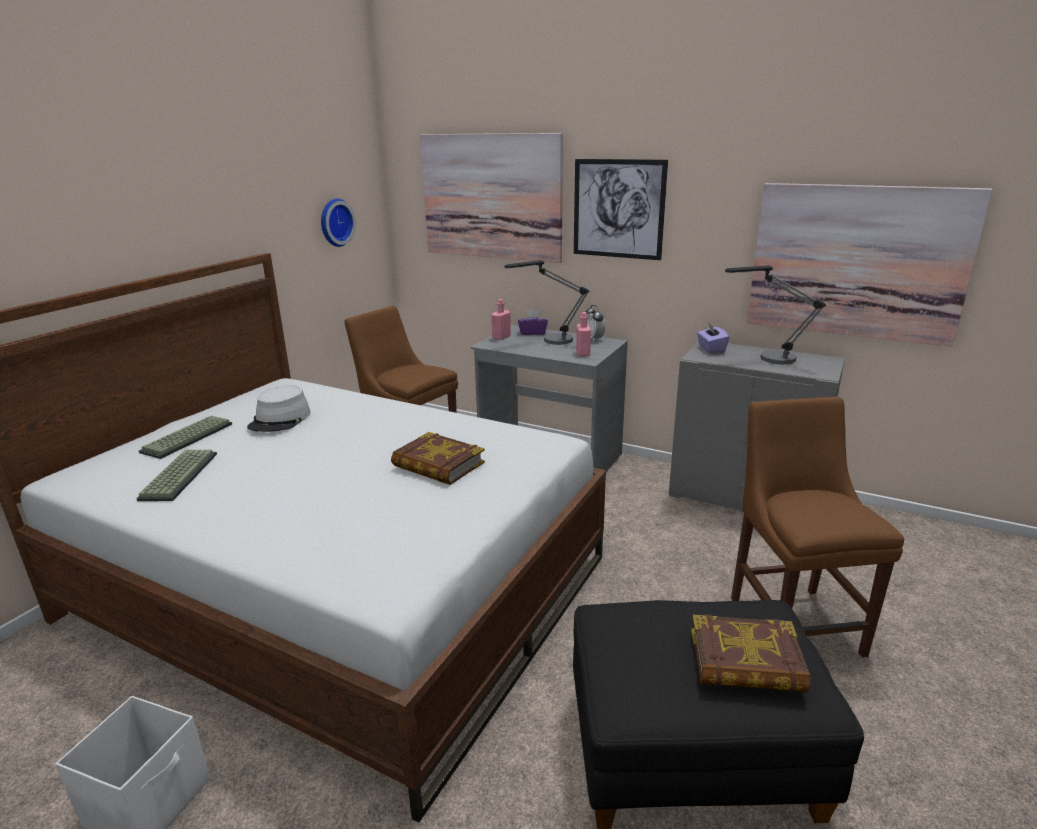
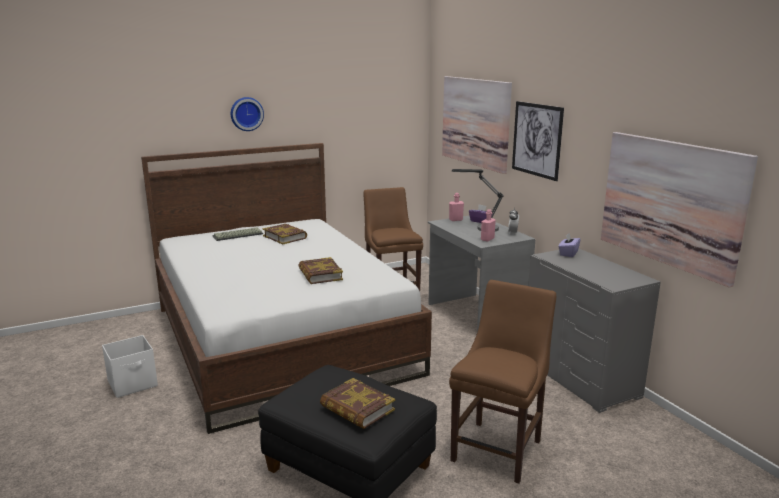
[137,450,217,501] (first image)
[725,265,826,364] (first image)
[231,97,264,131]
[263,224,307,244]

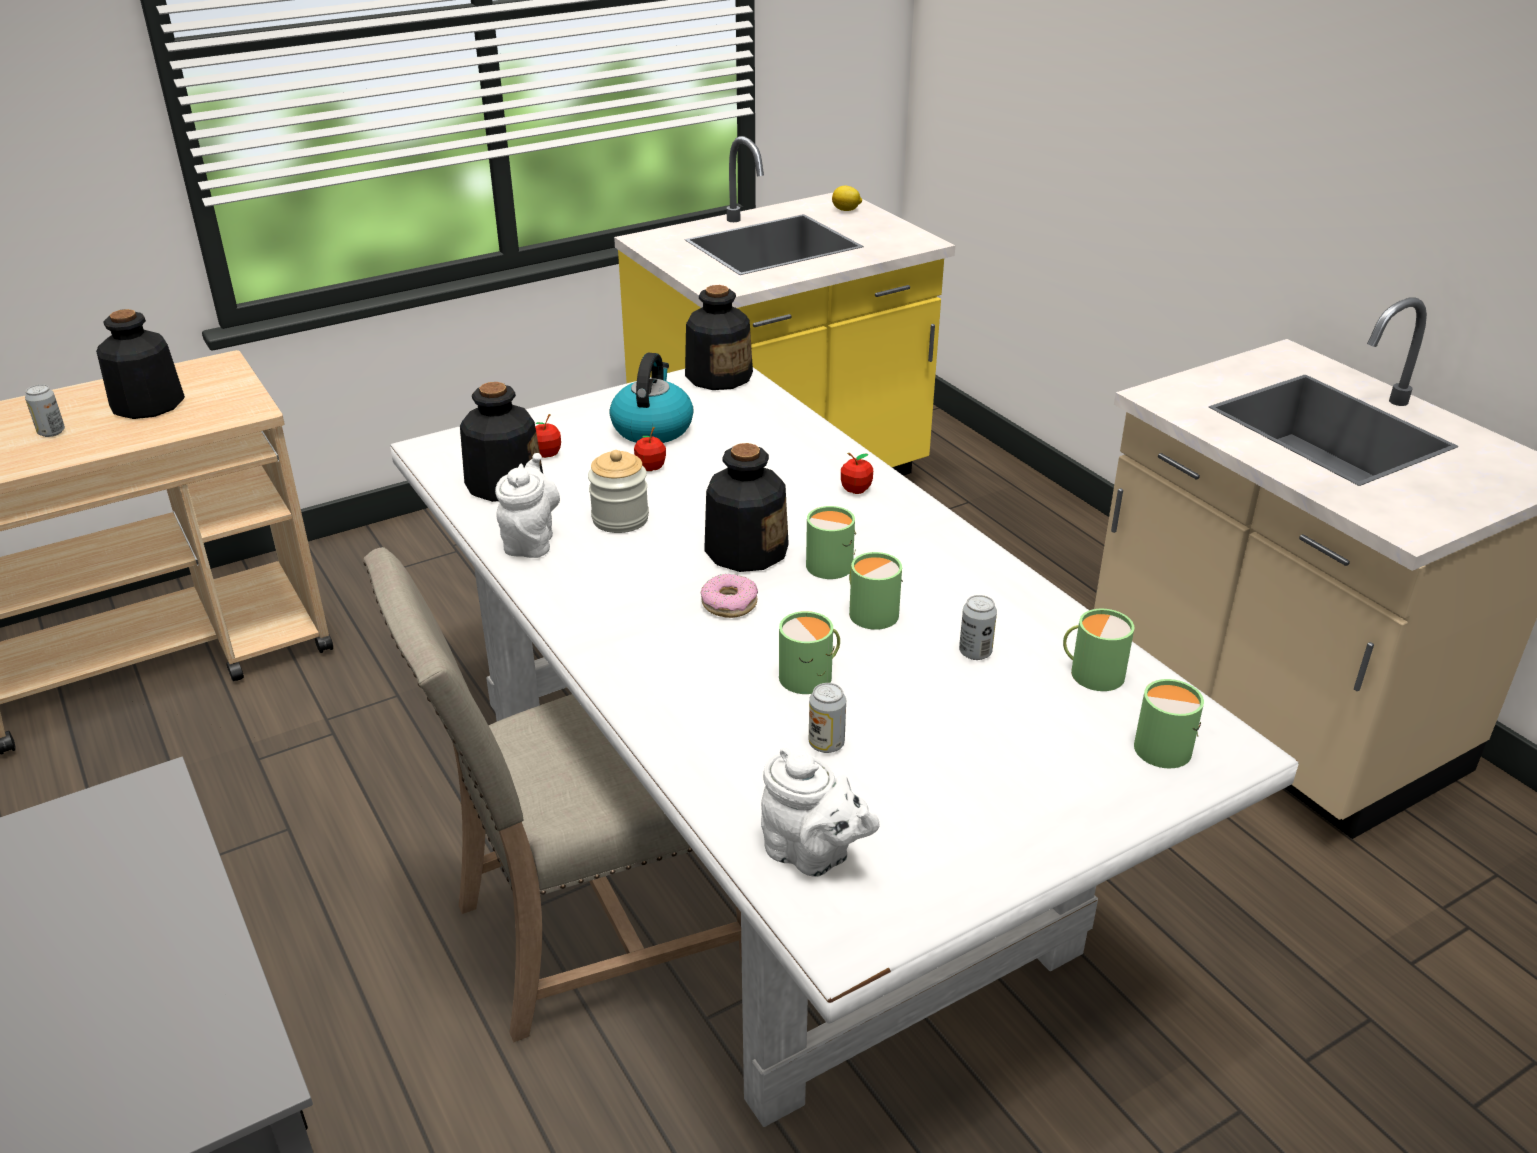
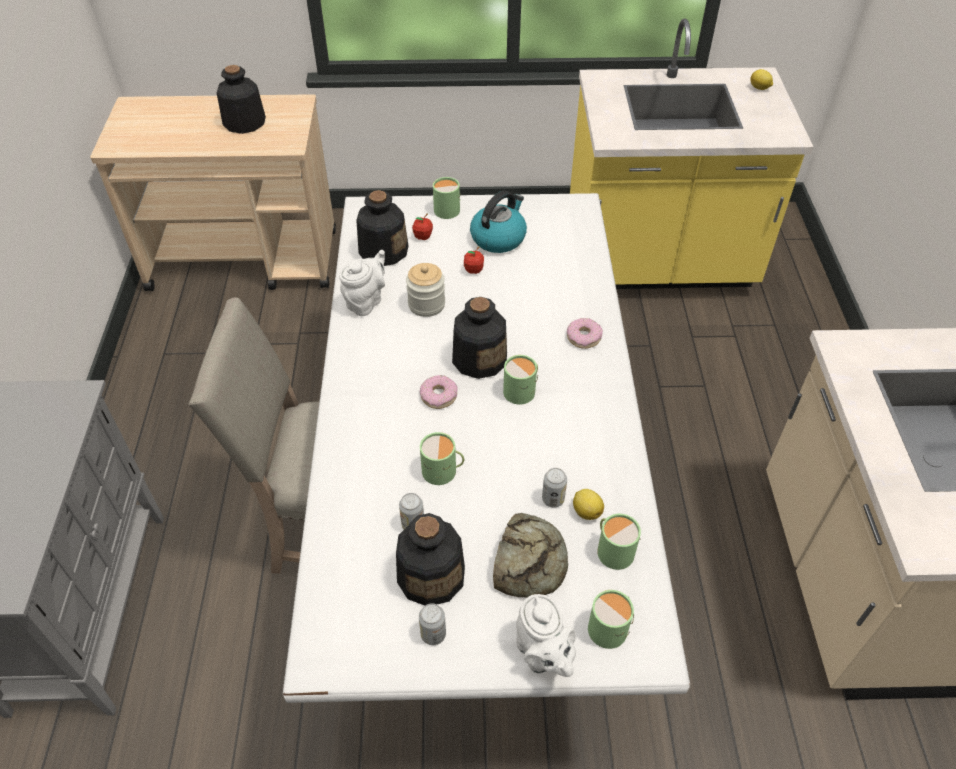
[493,513,568,597]
[573,489,604,520]
[419,603,446,645]
[396,513,465,606]
[516,594,576,677]
[433,177,461,219]
[567,318,603,349]

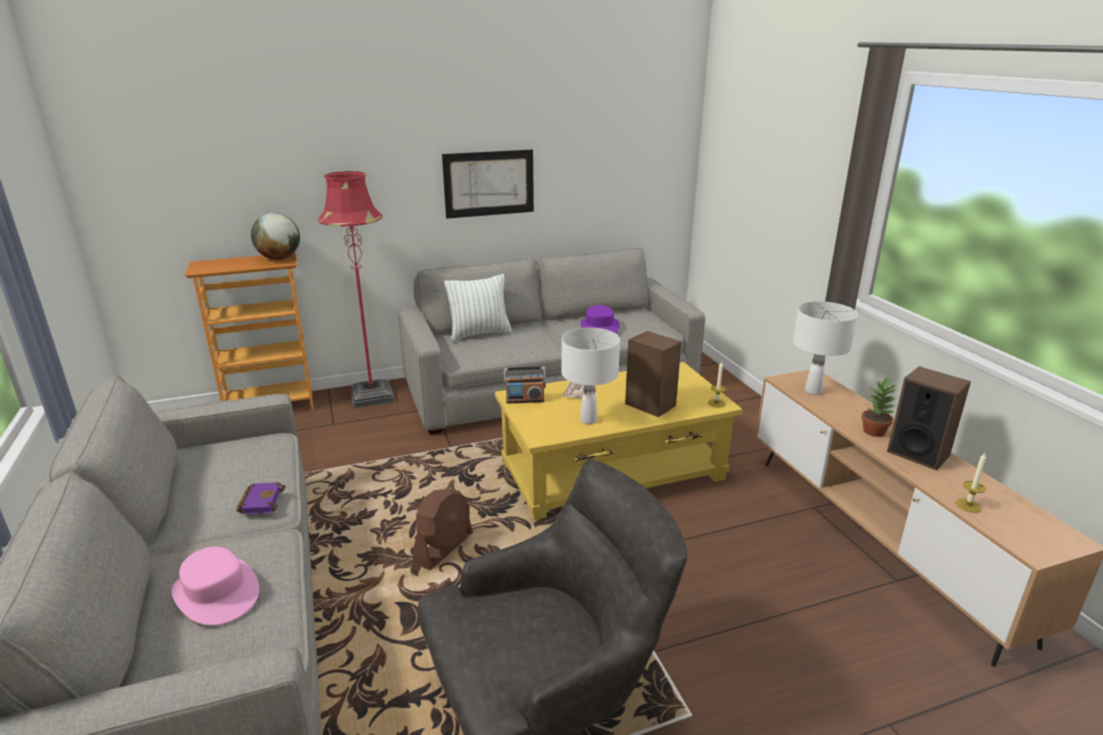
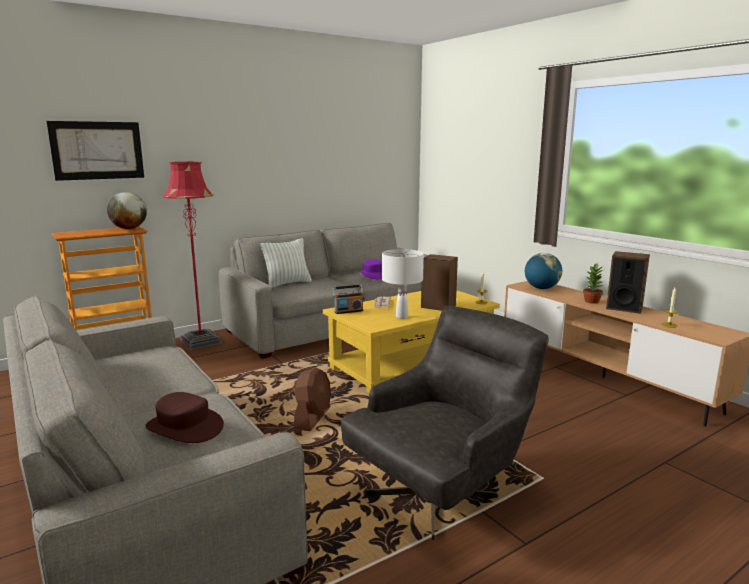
[236,482,286,514] (first image)
[47,121,144,181]
[525,253,562,289]
[145,392,224,443]

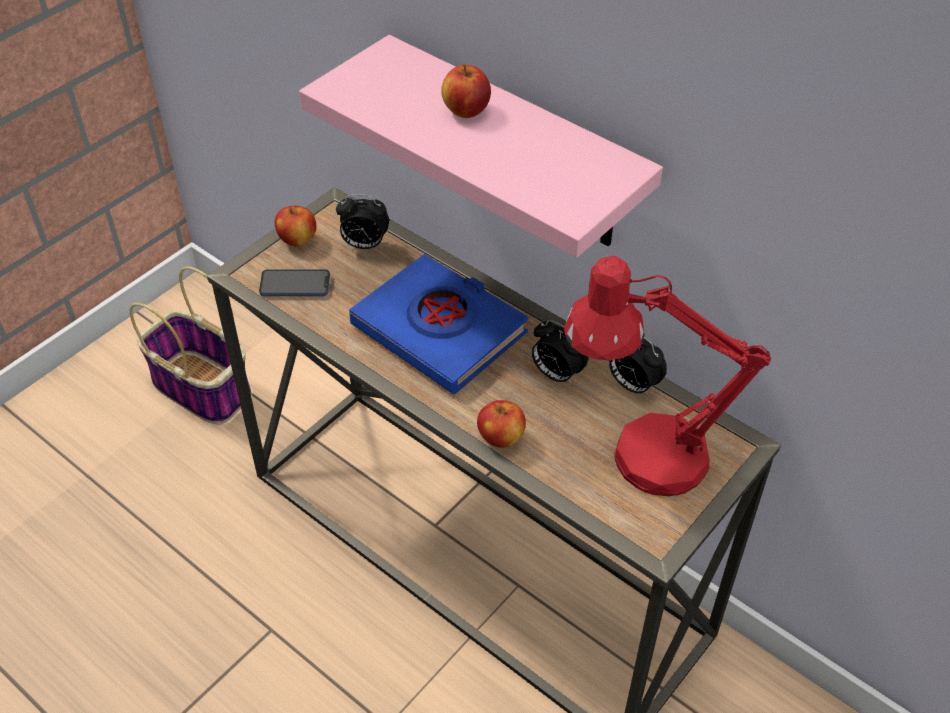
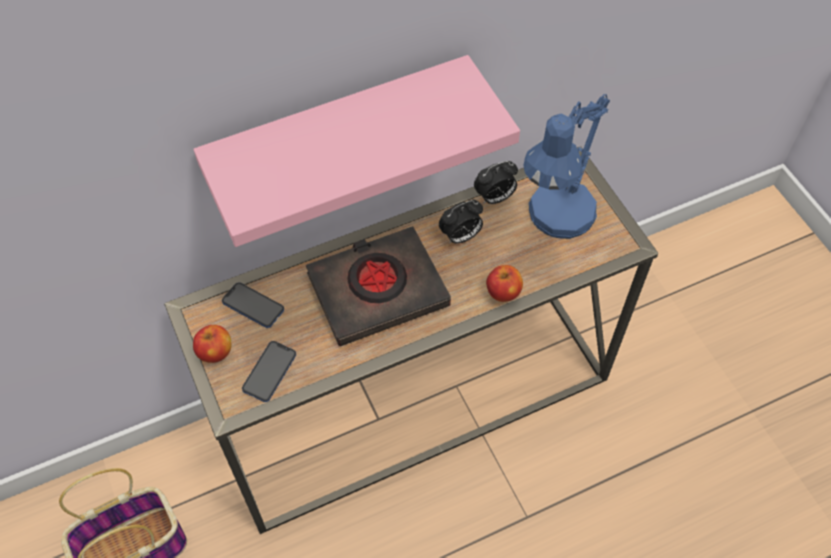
[441,63,491,118] (first image)
[222,282,284,328]
[306,226,451,346]
[523,94,610,239]

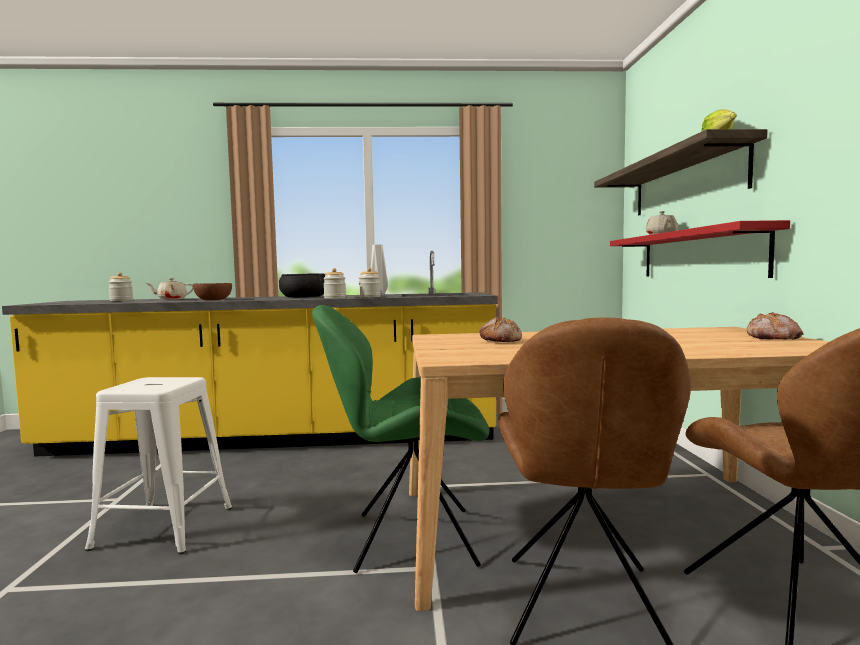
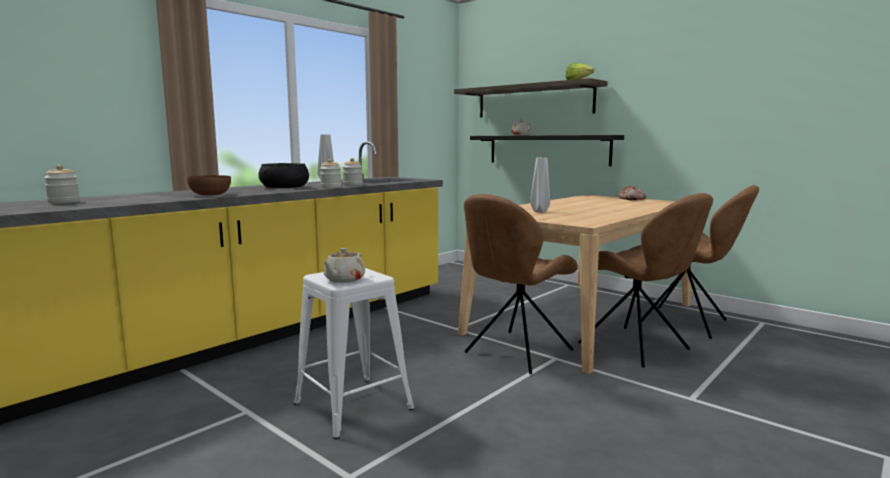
[323,248,365,283]
[530,157,550,213]
[464,194,578,374]
[470,135,624,166]

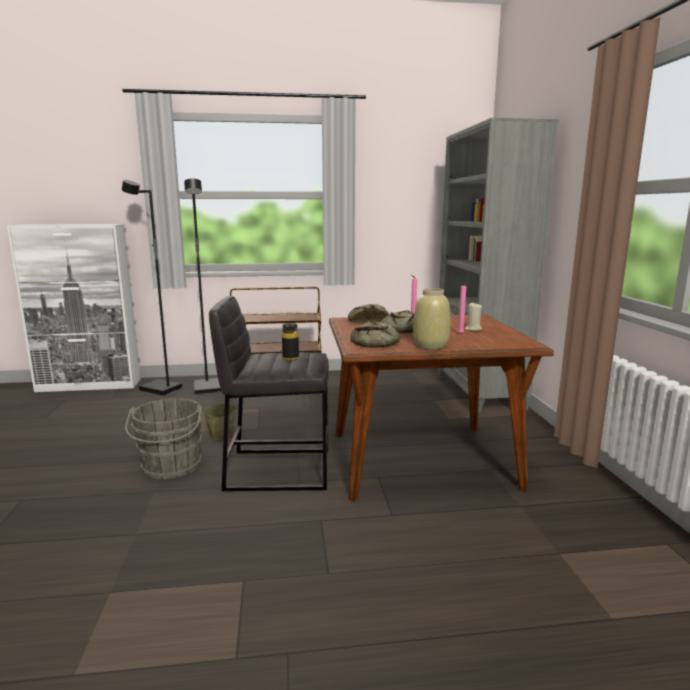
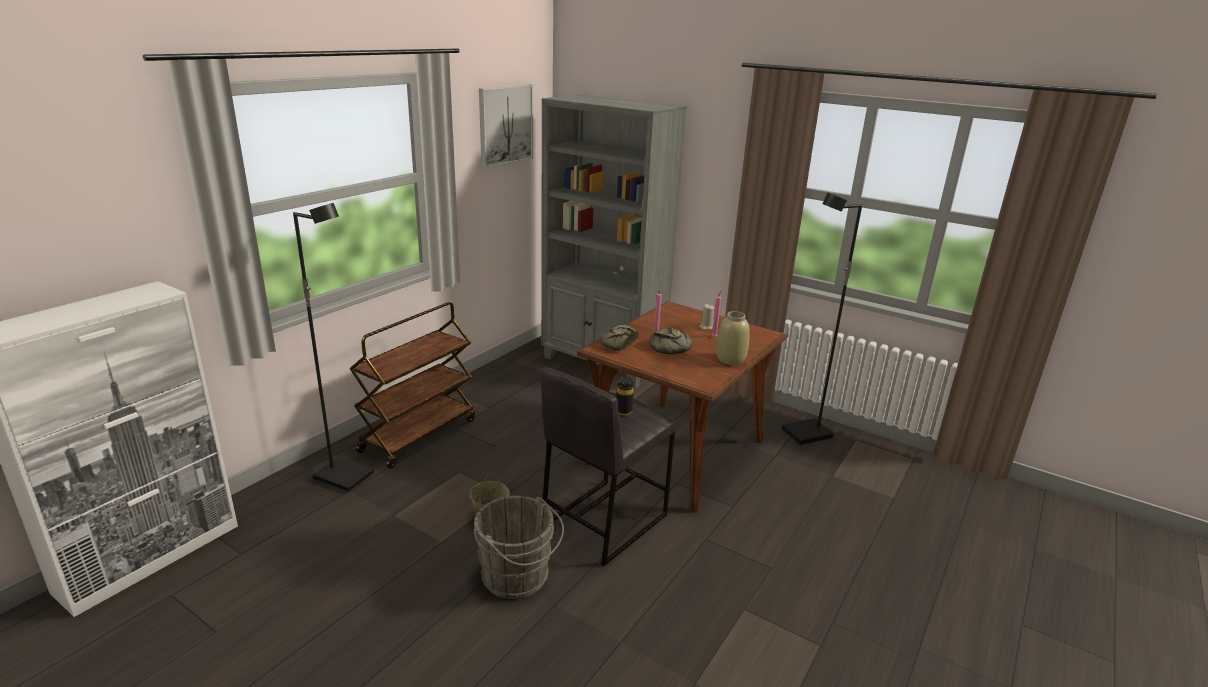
[351,321,400,348] (first image)
[479,84,533,168]
[782,193,862,445]

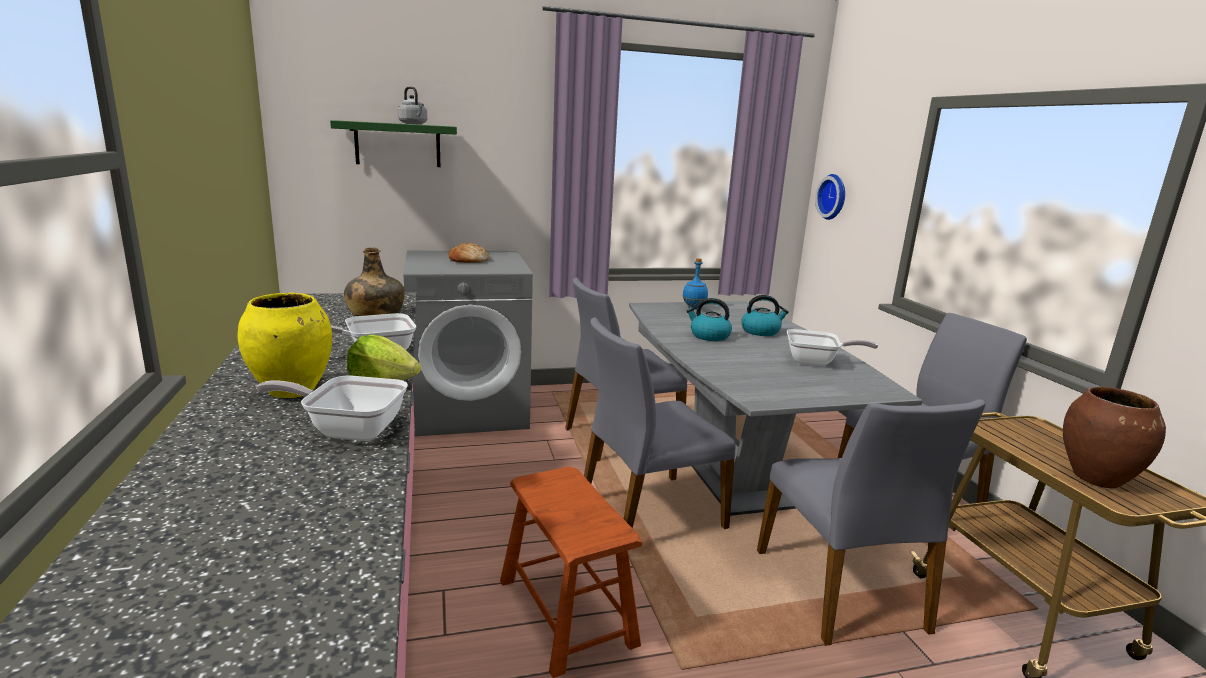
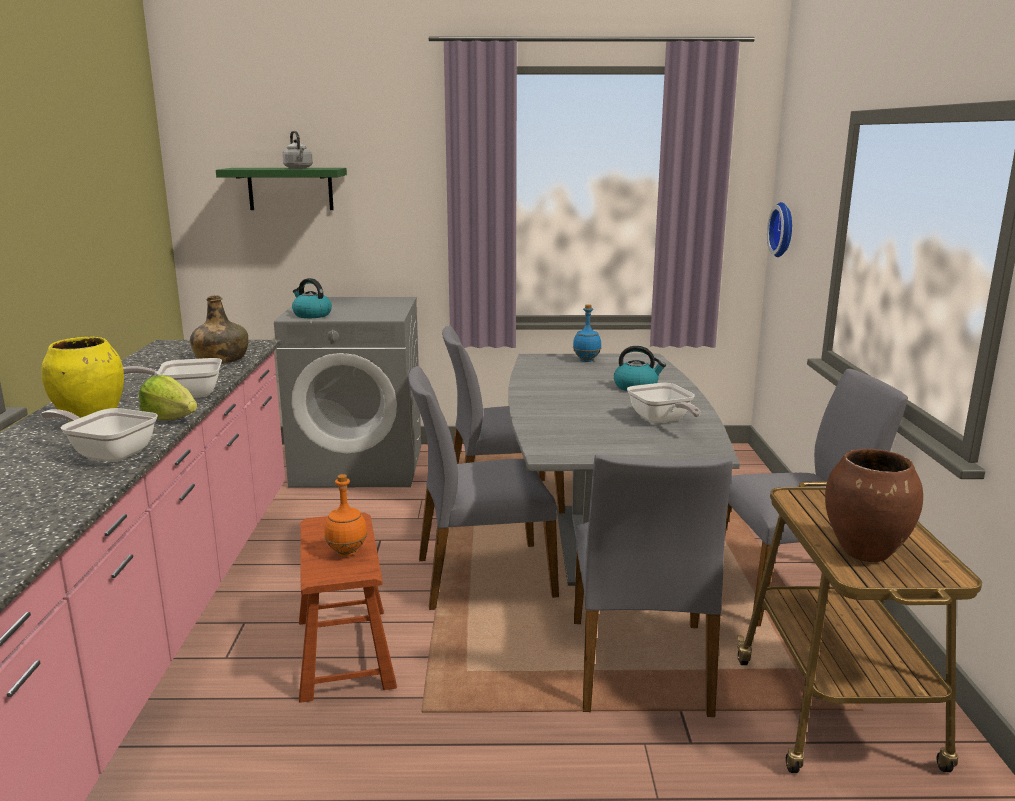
[449,243,489,263] (first image)
[324,474,367,556]
[292,278,332,318]
[627,383,701,423]

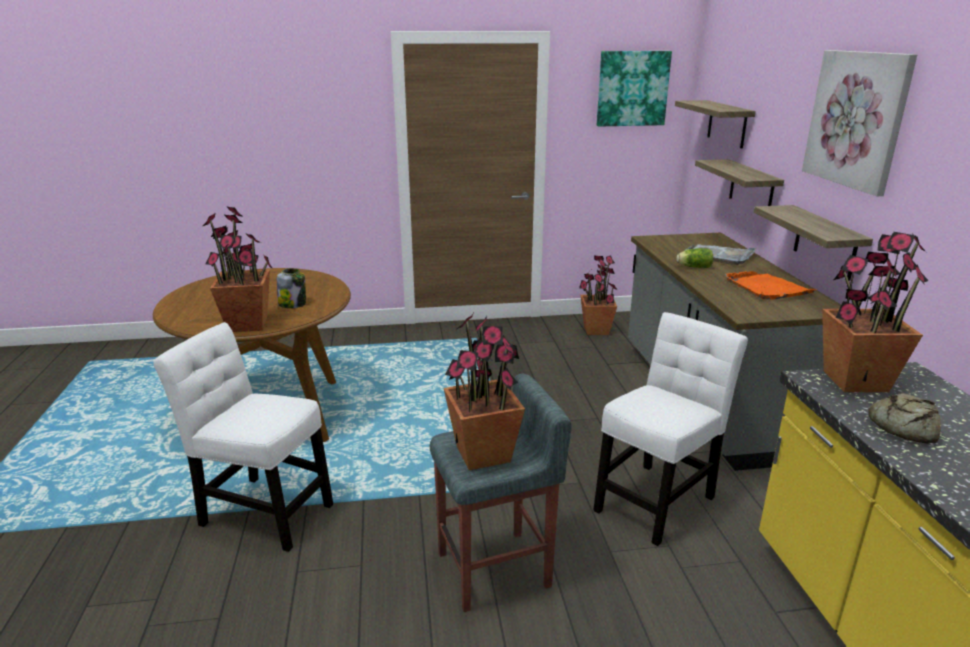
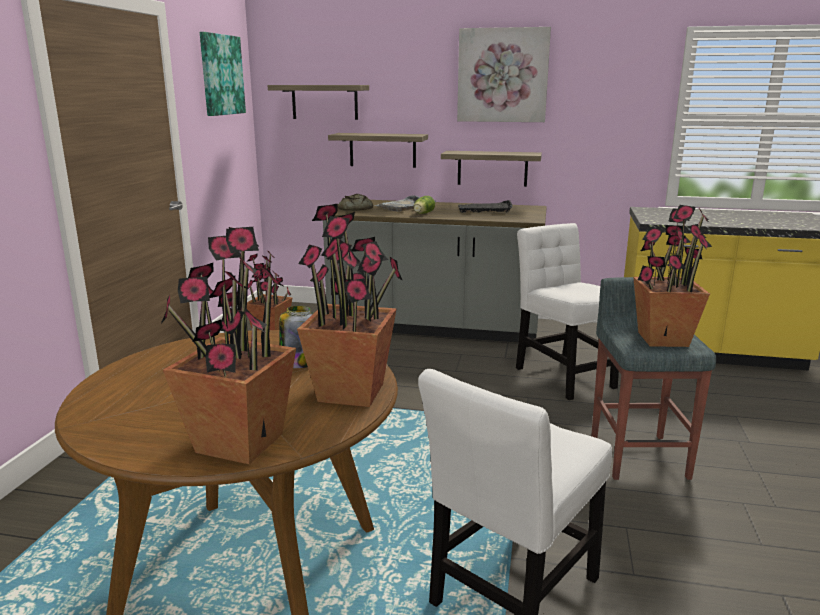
[161,227,296,464]
[338,194,373,211]
[458,200,512,213]

